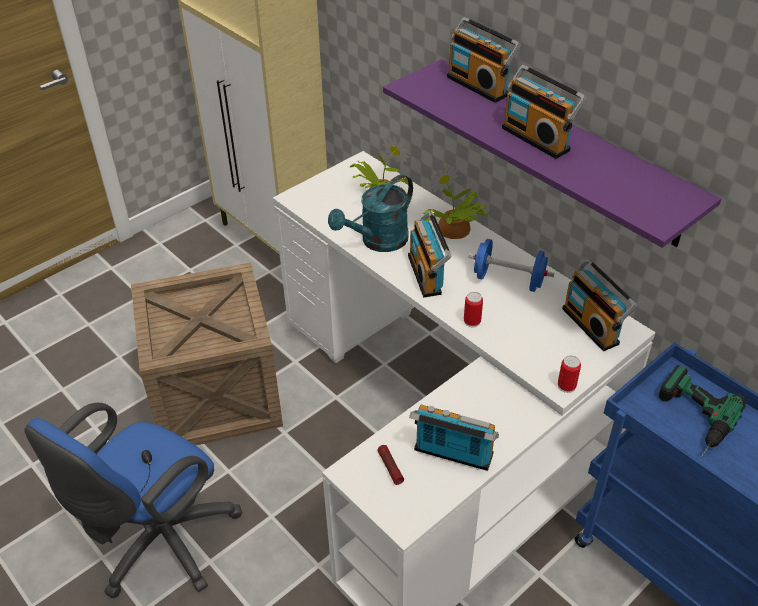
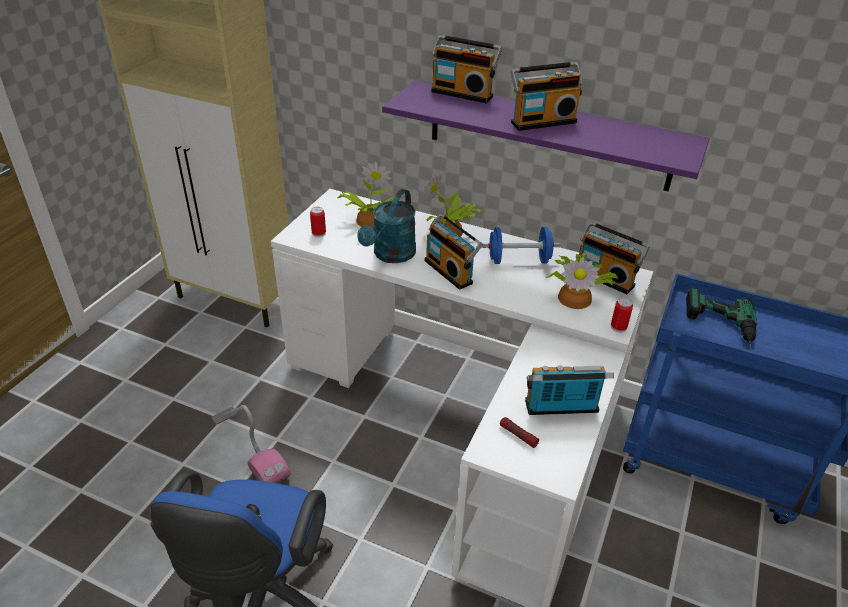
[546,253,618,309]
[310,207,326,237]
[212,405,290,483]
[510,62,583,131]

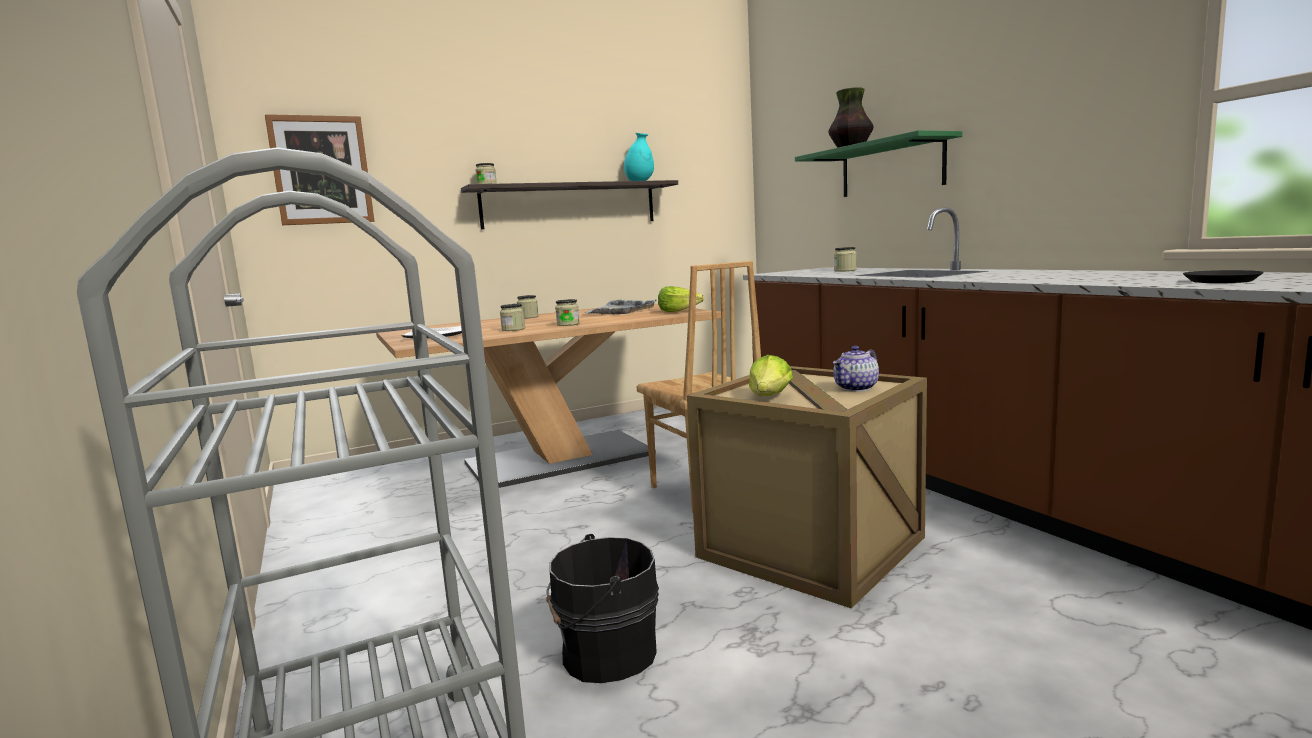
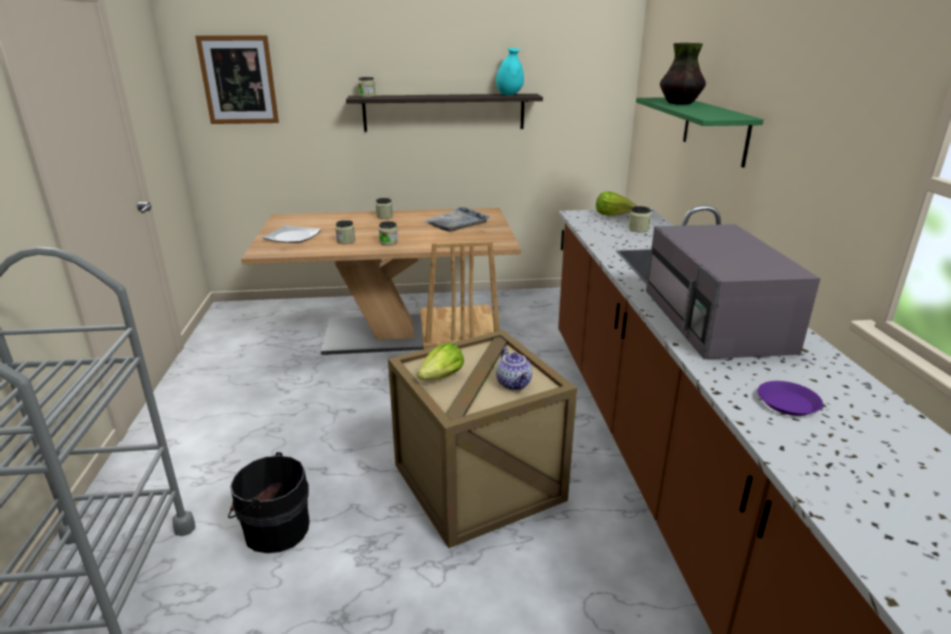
[646,224,821,359]
[596,191,637,216]
[758,381,823,416]
[496,348,532,390]

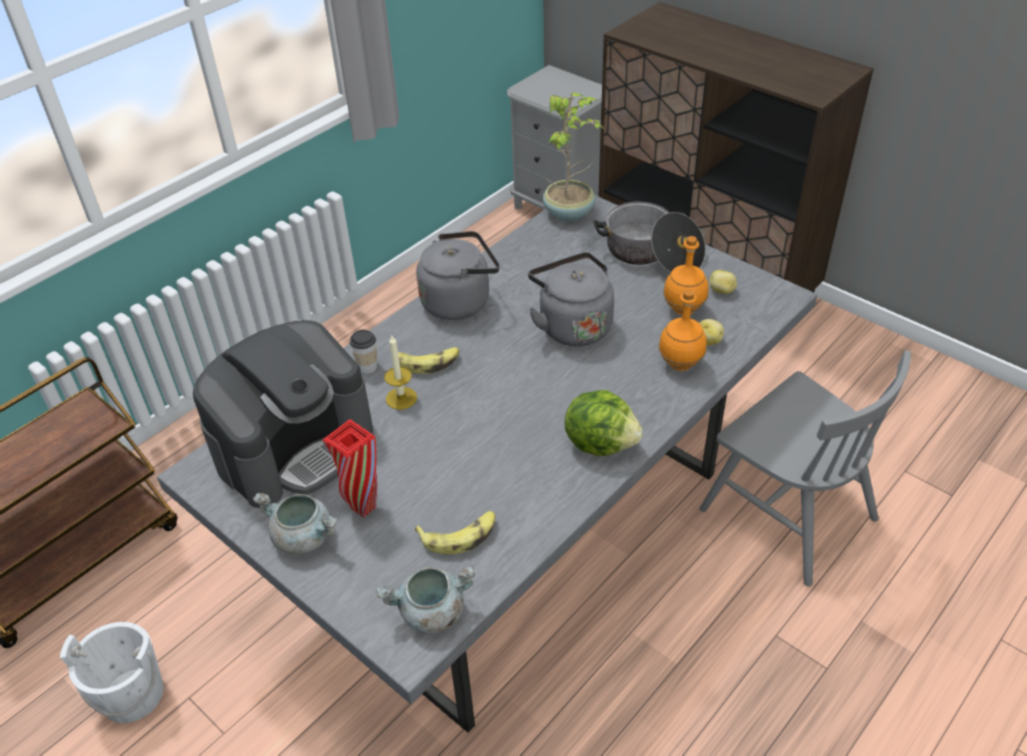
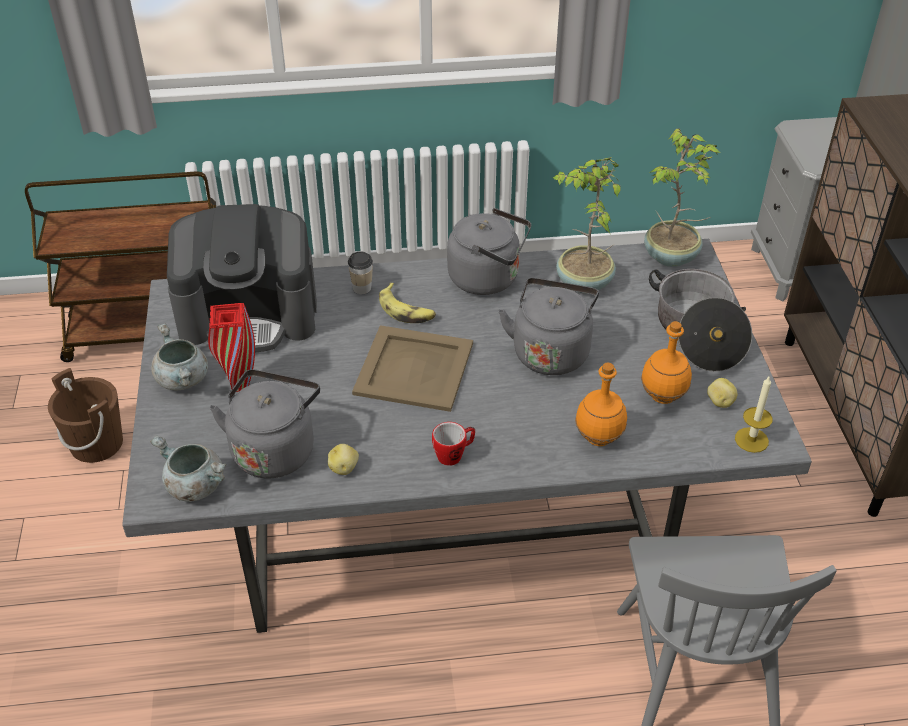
[352,325,473,412]
[553,157,621,293]
[735,377,773,453]
[328,444,359,475]
[210,369,320,478]
[432,422,475,466]
[48,368,123,463]

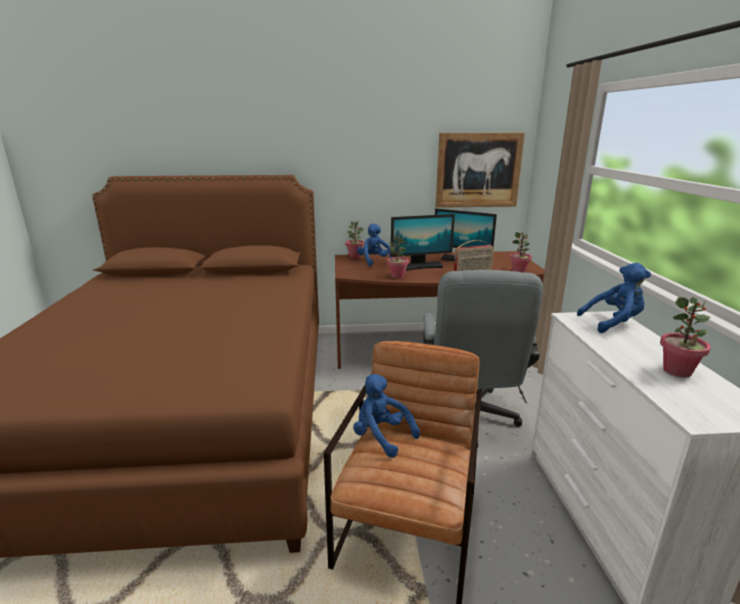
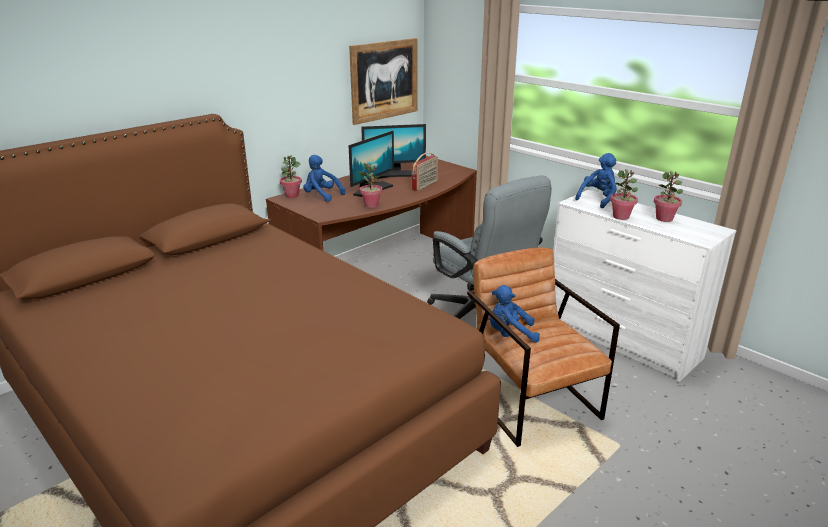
[610,169,638,220]

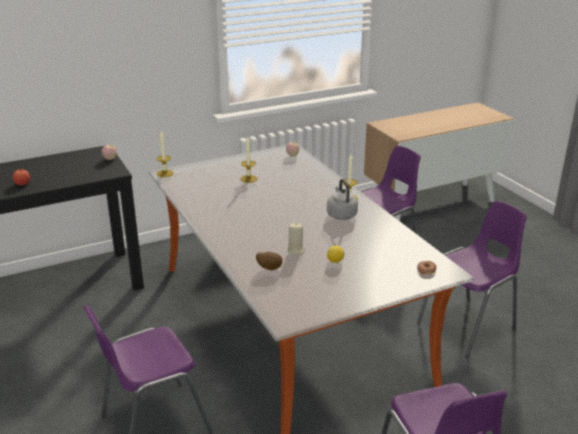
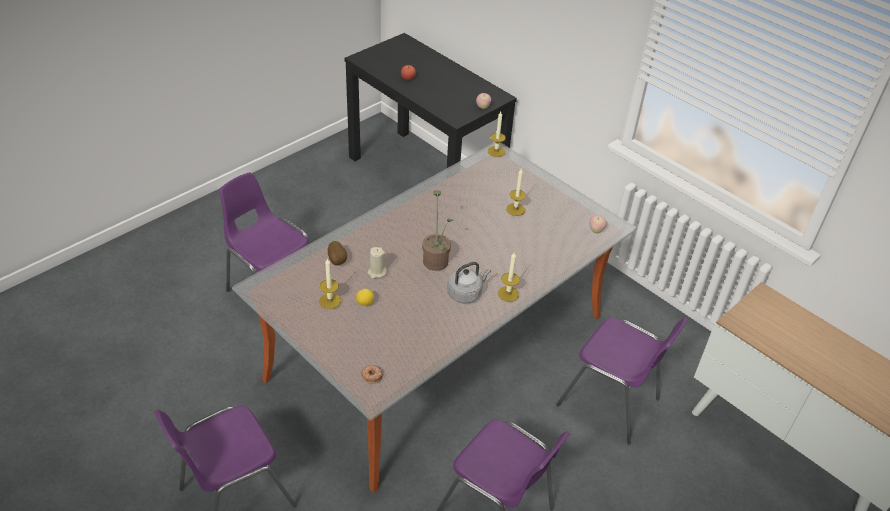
[319,258,341,309]
[422,191,454,271]

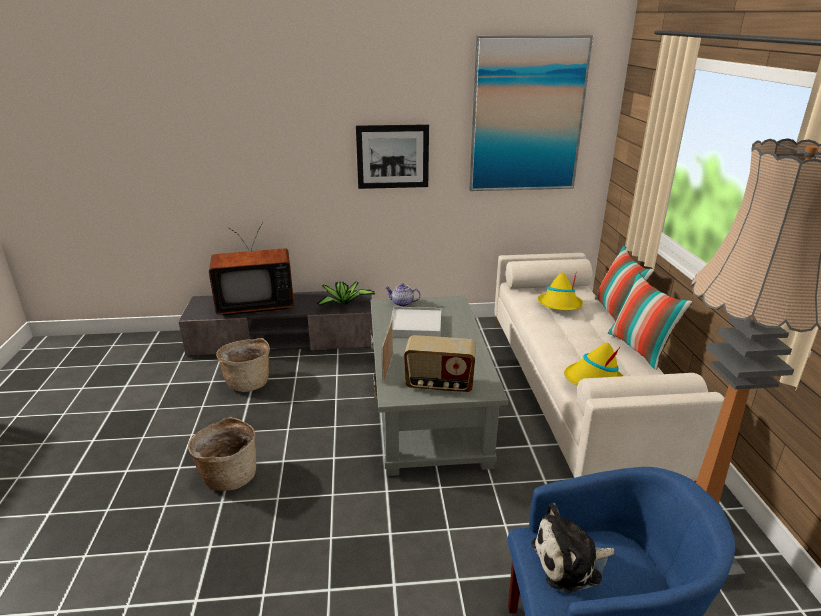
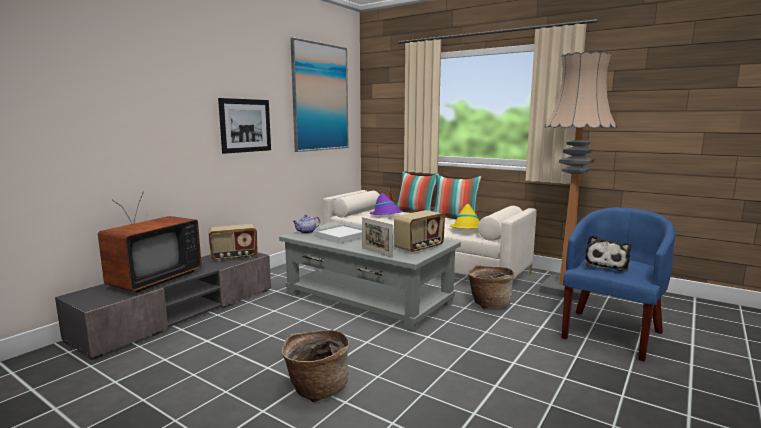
[468,265,514,309]
[208,224,258,261]
[370,189,403,215]

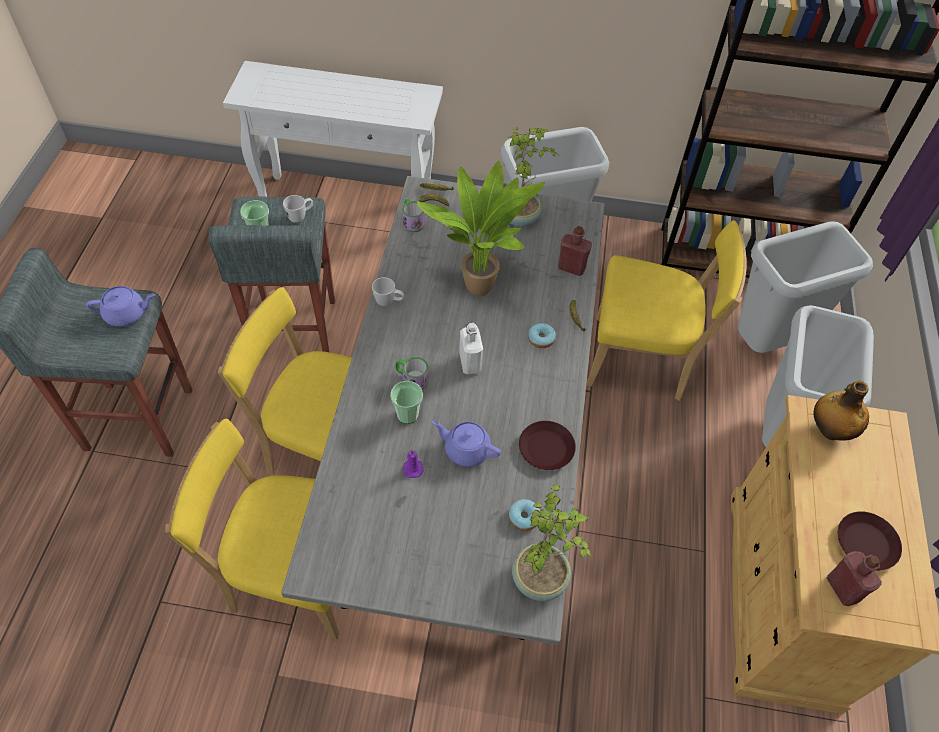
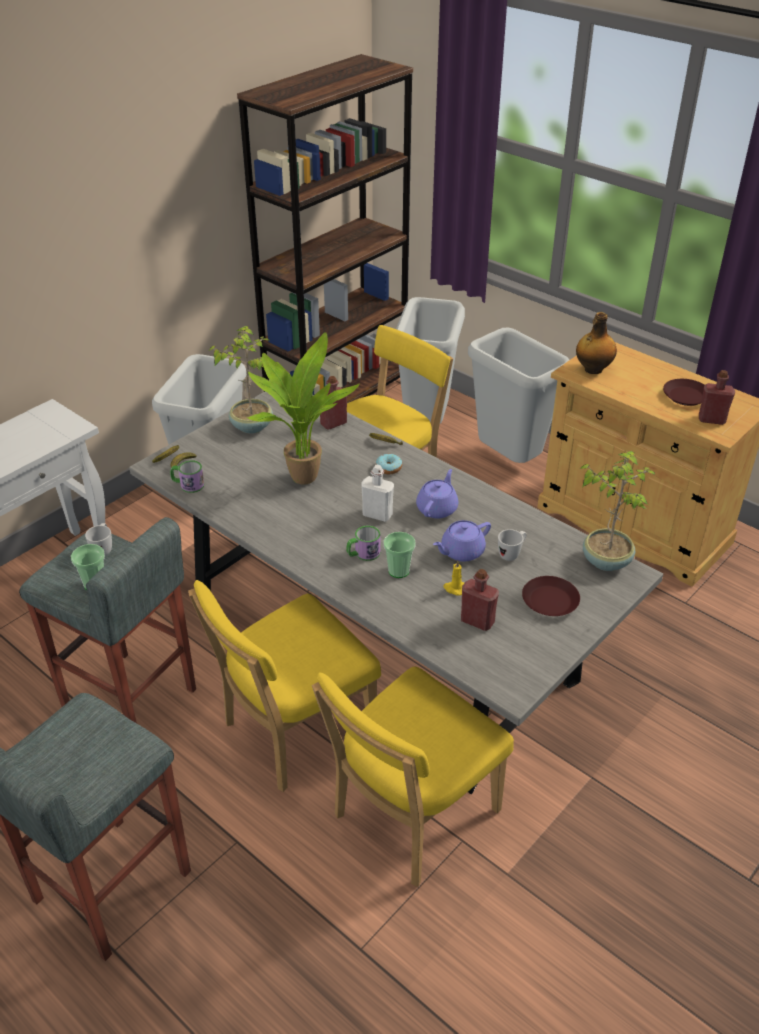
[508,499,540,531] (first image)
[461,569,499,631]
[416,469,458,519]
[498,529,527,561]
[522,576,580,616]
[444,560,464,596]

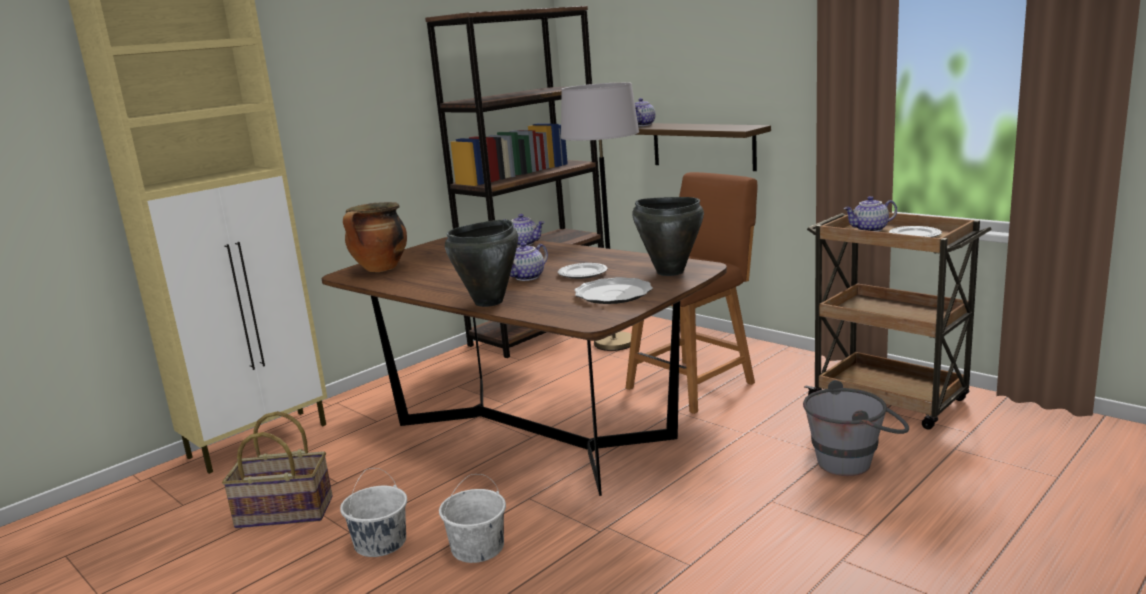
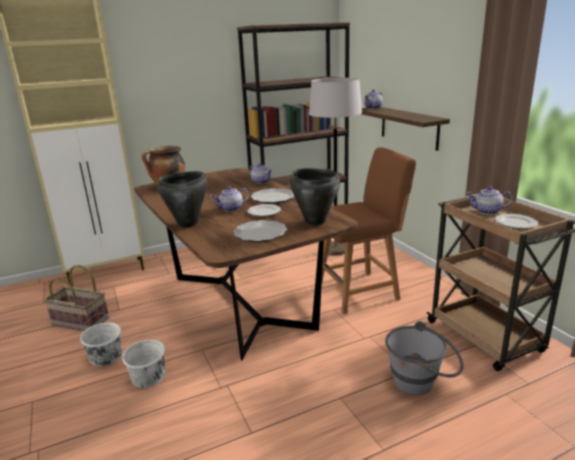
[251,188,294,204]

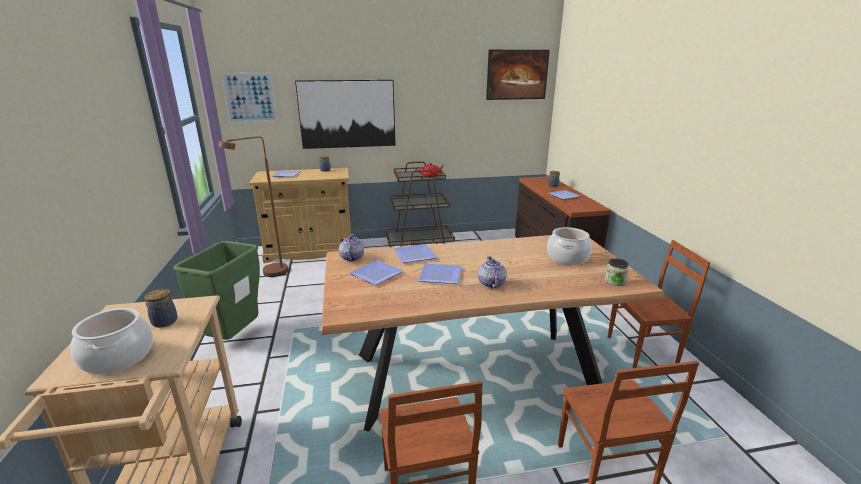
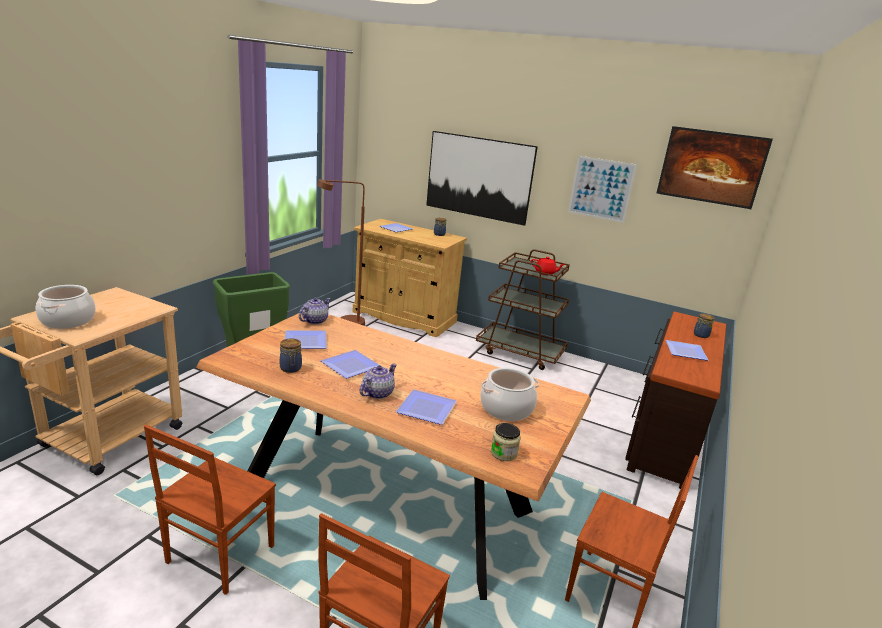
[280,338,302,373]
[568,156,637,223]
[396,389,457,425]

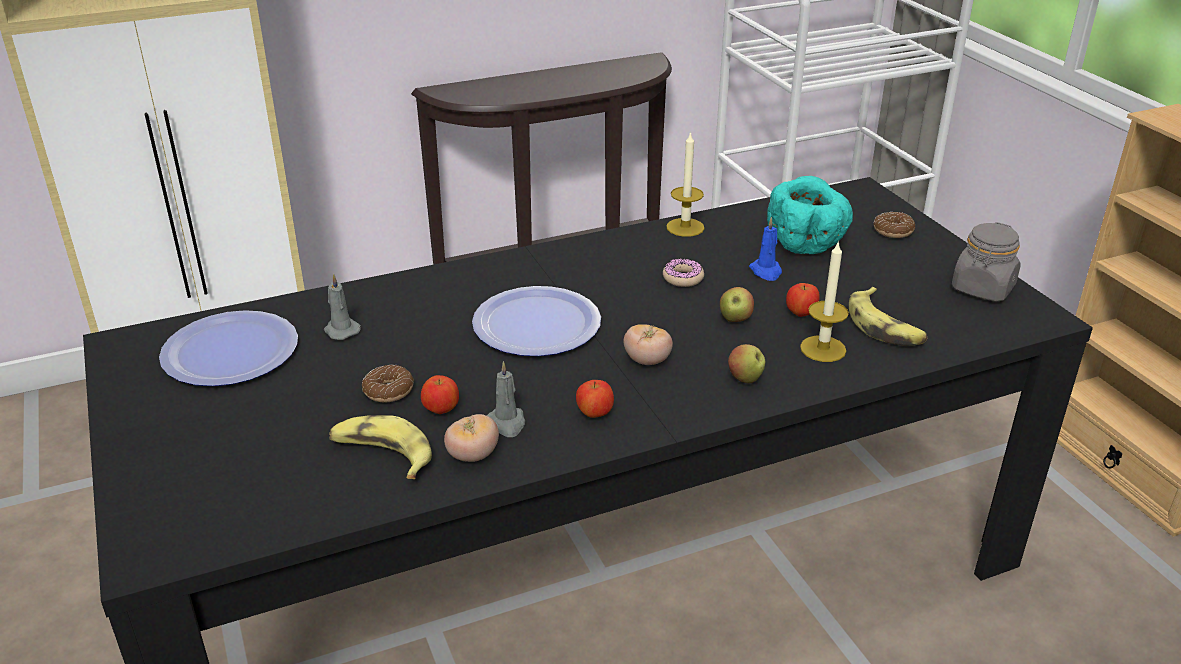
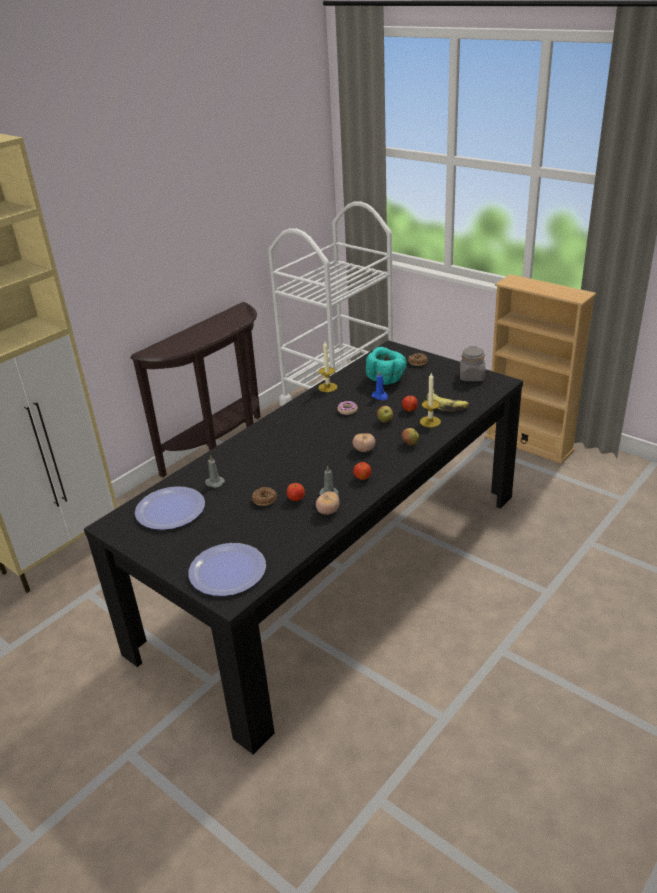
[329,415,432,479] (first image)
[188,543,266,596]

